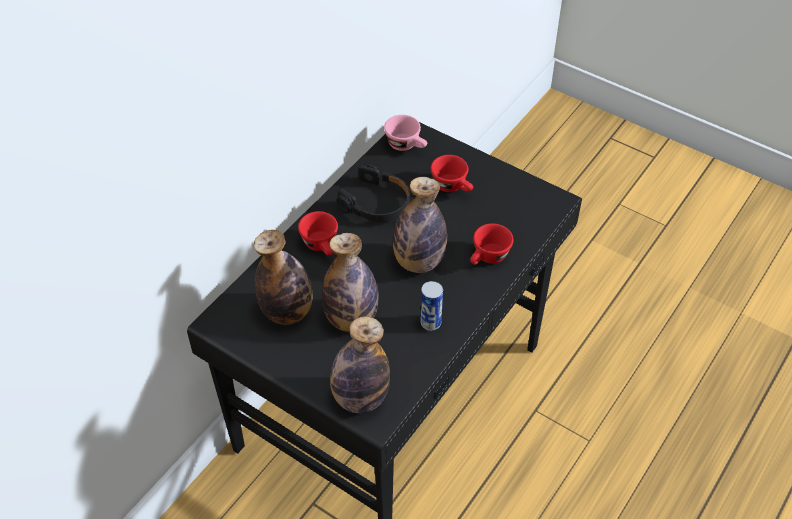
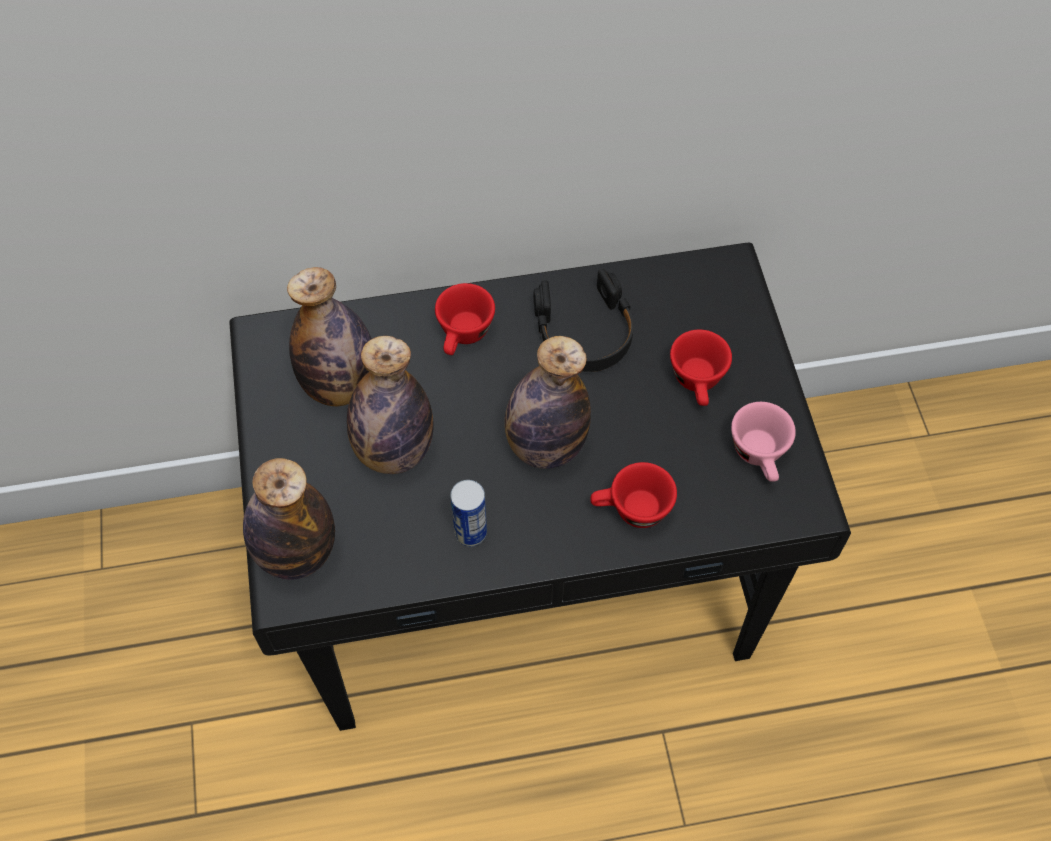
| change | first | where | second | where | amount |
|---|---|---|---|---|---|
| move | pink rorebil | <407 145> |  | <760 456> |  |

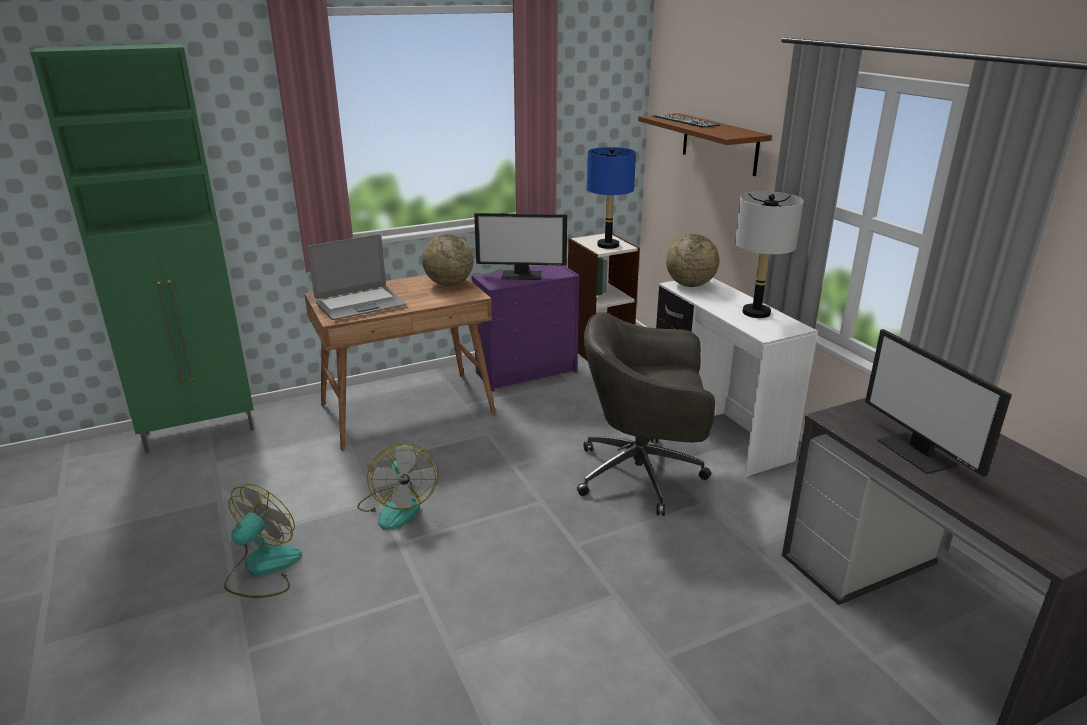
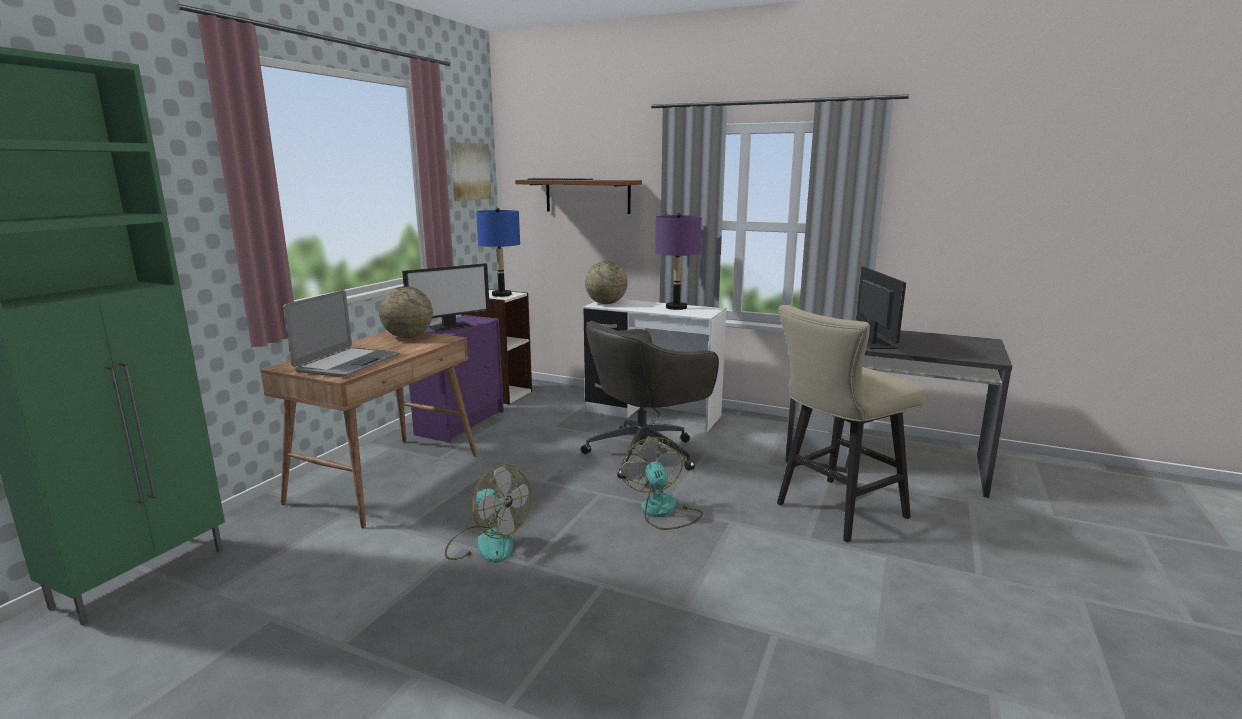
| change | first | where | second | where | amount |
|---|---|---|---|---|---|
| move | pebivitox | <262 569> |  | <663 512> |  |
| recolor | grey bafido | <756 313> | purple bafido | <676 307> |  |
| rotate | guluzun | <918 453> |  | <873 343> | 120 degrees counterclockwise |
| insert |  |  | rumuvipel | <469 171> |  |
| insert |  |  | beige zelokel | <834 512> |  |

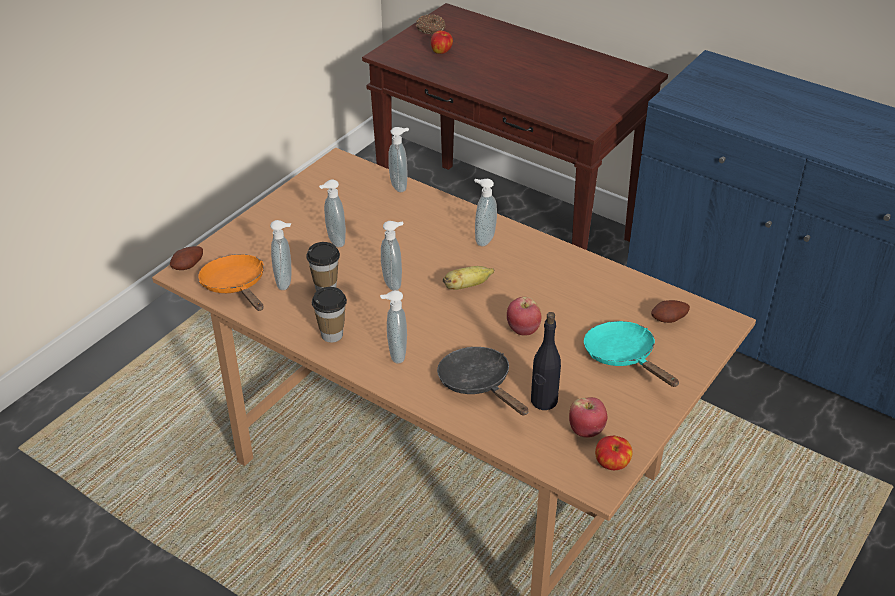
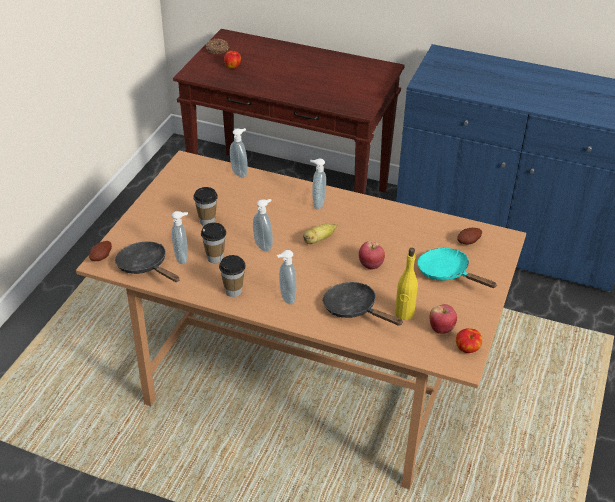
| change | first | where | second | where | amount |
|---|---|---|---|---|---|
| recolor | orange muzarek | <236 286> | black muzarek | <145 267> |  |
| replace | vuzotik | <334 241> | rorebil | <207 221> |  |
| recolor | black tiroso | <543 401> | yellow tiroso | <404 313> |  |

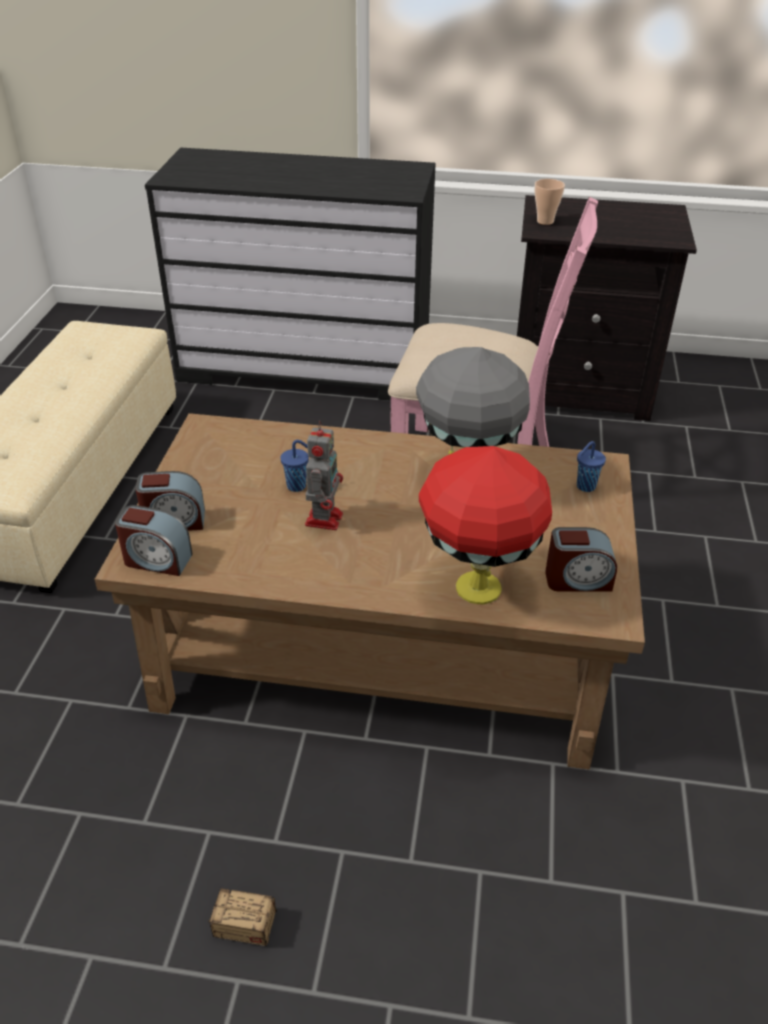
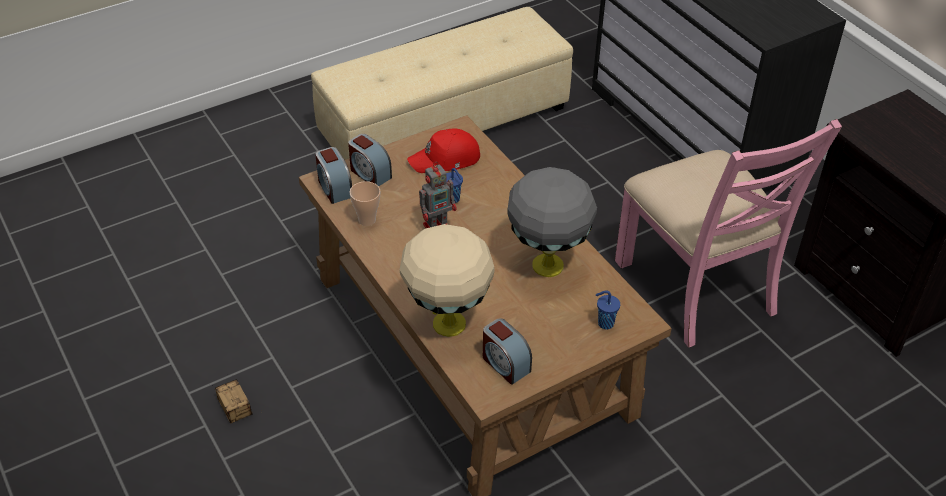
| change | first | where | second | where | amount |
|---|---|---|---|---|---|
| recolor | red bafido | <476 589> | beige bafido | <447 324> |  |
| move | rorebil | <545 221> |  | <367 220> |  |
| insert |  |  | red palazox | <446 159> |  |

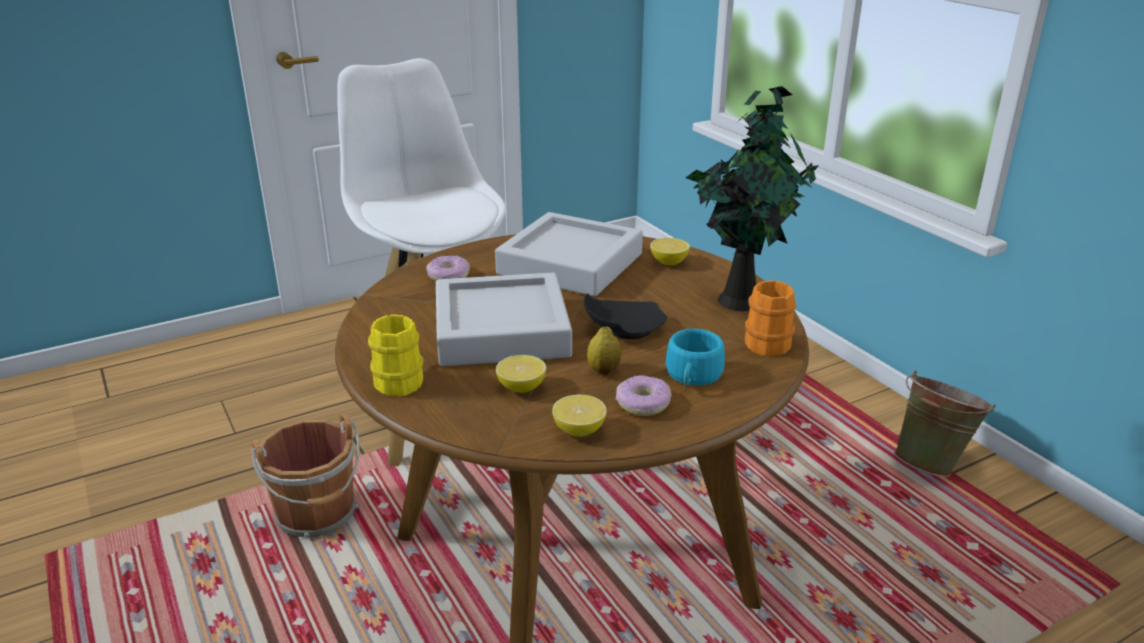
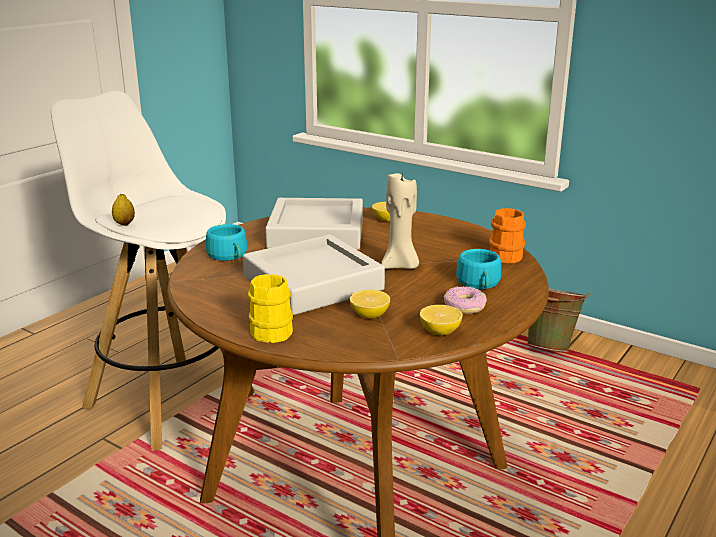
| change | first | where | second | where | amount |
|---|---|---|---|---|---|
| delete | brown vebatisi | <318 516> |  |  |  |
| replace | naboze | <448 276> | turquoise rorebil | <229 256> |  |
| replace | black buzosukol | <622 329> | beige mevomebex | <400 266> |  |
| move | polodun | <603 370> |  | <124 224> |  |
| delete | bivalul | <740 299> |  |  |  |

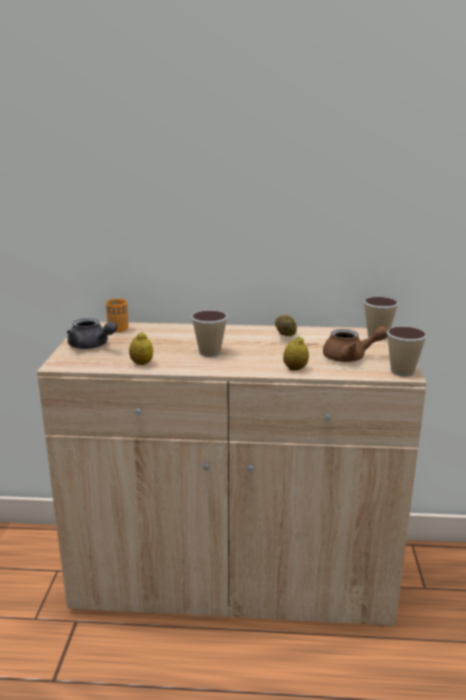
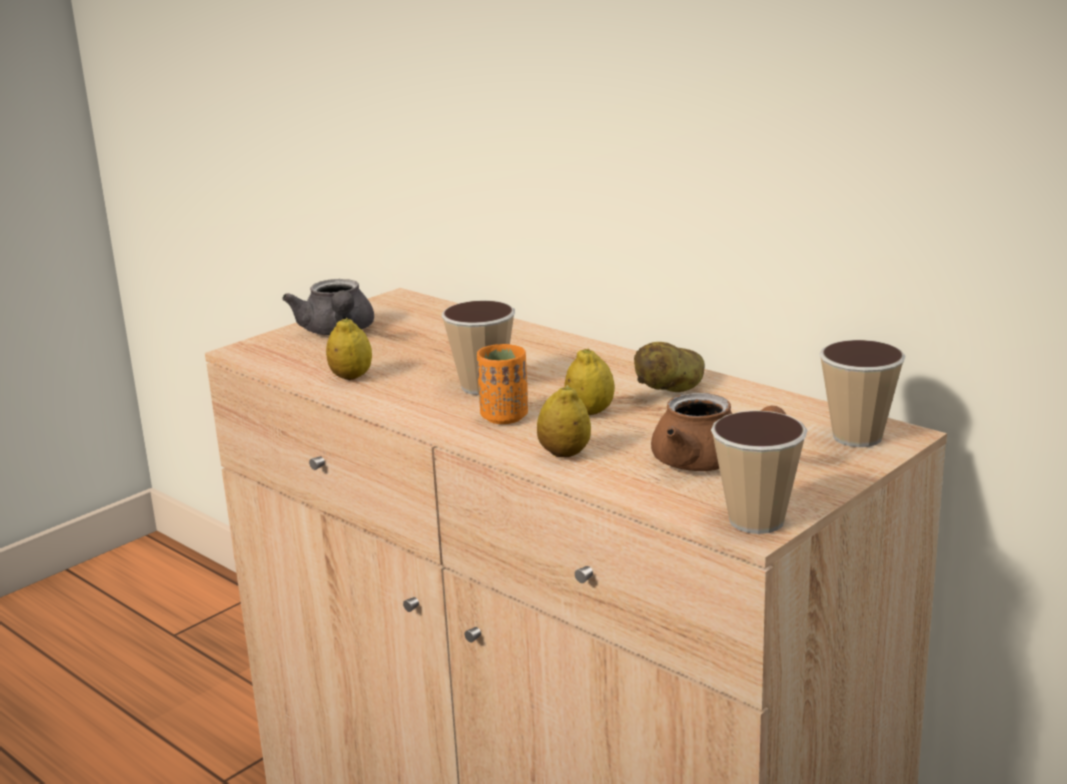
| change | first | where | second | where | amount |
|---|---|---|---|---|---|
| move | orange rorebil | <118 329> |  | <504 417> |  |
| insert |  |  | polodun | <590 412> |  |

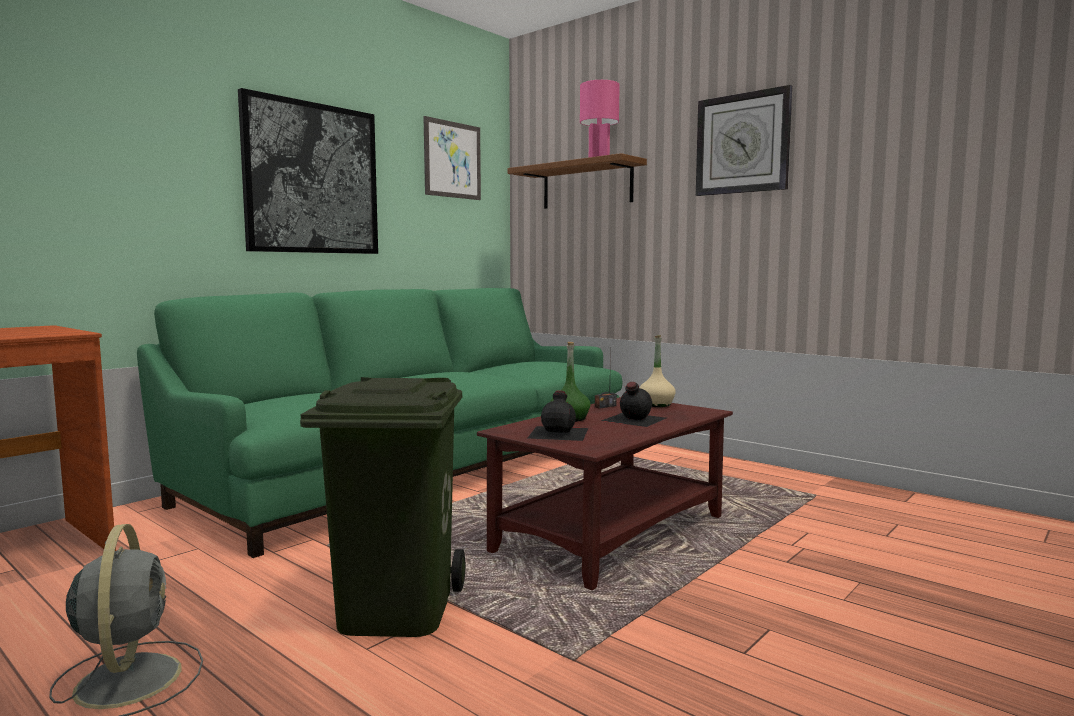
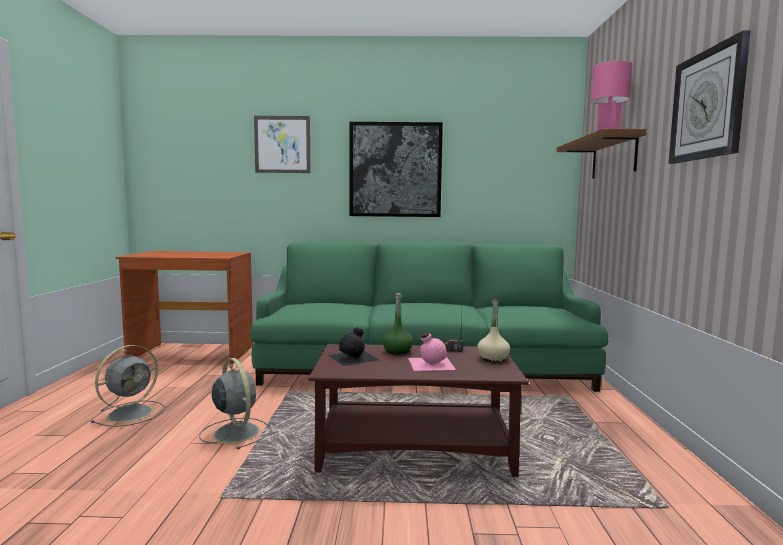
| change | first | where | second | where | amount |
|---|---|---|---|---|---|
| replace | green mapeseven | <393 609> | grey pebivitox | <235 432> |  |
| move | rumuvipel | <452 160> |  | <282 144> |  |
| recolor | black tiroso | <633 419> | pink tiroso | <430 363> |  |

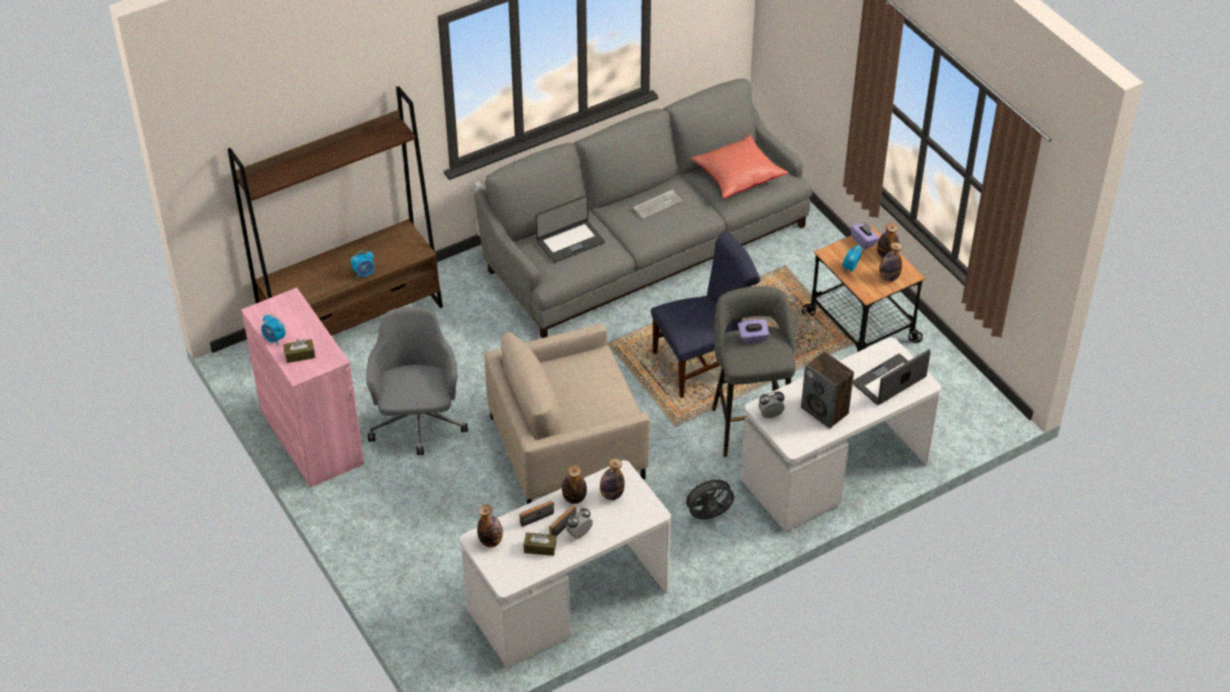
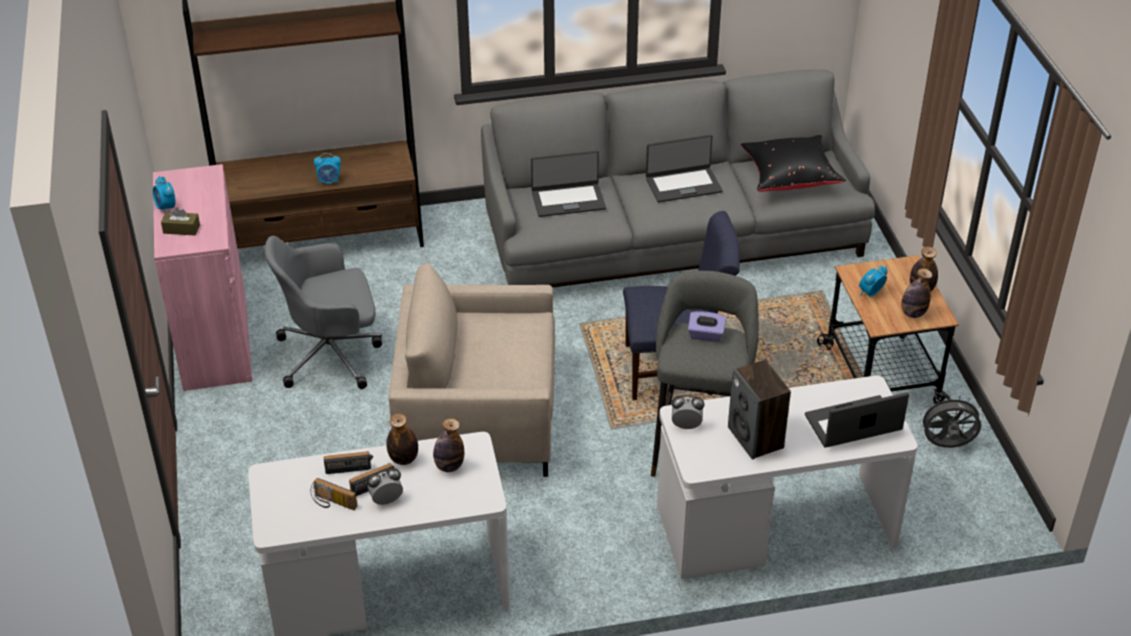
| change | first | where | second | where | amount |
|---|---|---|---|---|---|
| rotate | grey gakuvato | <418 423> |  | <332 354> | 120 degrees counterclockwise |
| delete | tiroso | <491 541> |  |  |  |
| replace | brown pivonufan | <540 548> | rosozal | <332 503> |  |
| replace | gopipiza | <657 205> | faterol | <683 184> |  |
| move | grey pebivitox | <709 516> |  | <946 446> |  |
| recolor | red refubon | <737 177> | black refubon | <789 177> |  |
| delete | purple pivonufan | <864 241> |  |  |  |

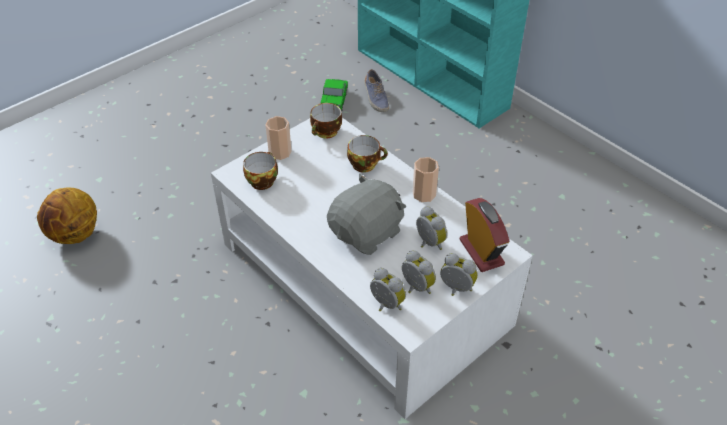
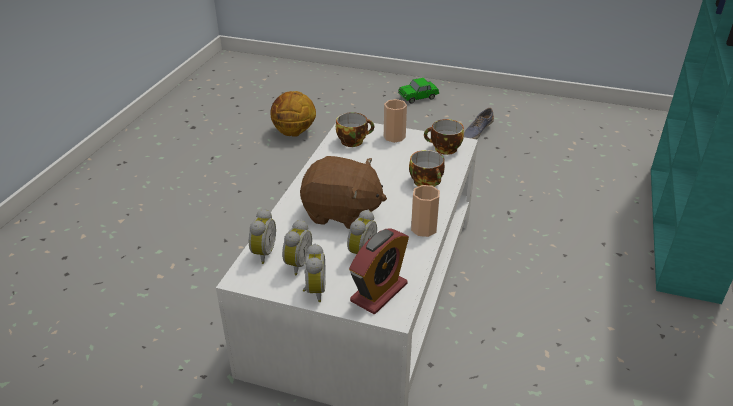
| change | first | where | second | where | amount |
|---|---|---|---|---|---|
| move | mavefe | <334 101> |  | <418 97> |  |
| recolor | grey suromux | <367 233> | brown suromux | <341 213> |  |
| move | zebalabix | <375 98> |  | <476 132> |  |

